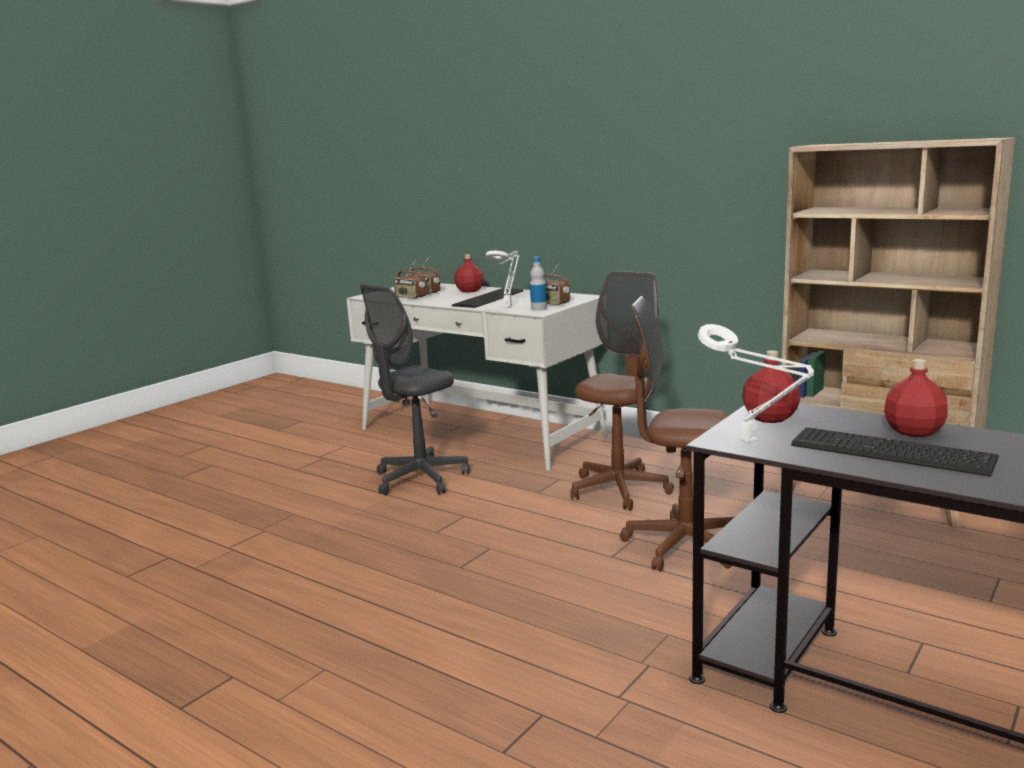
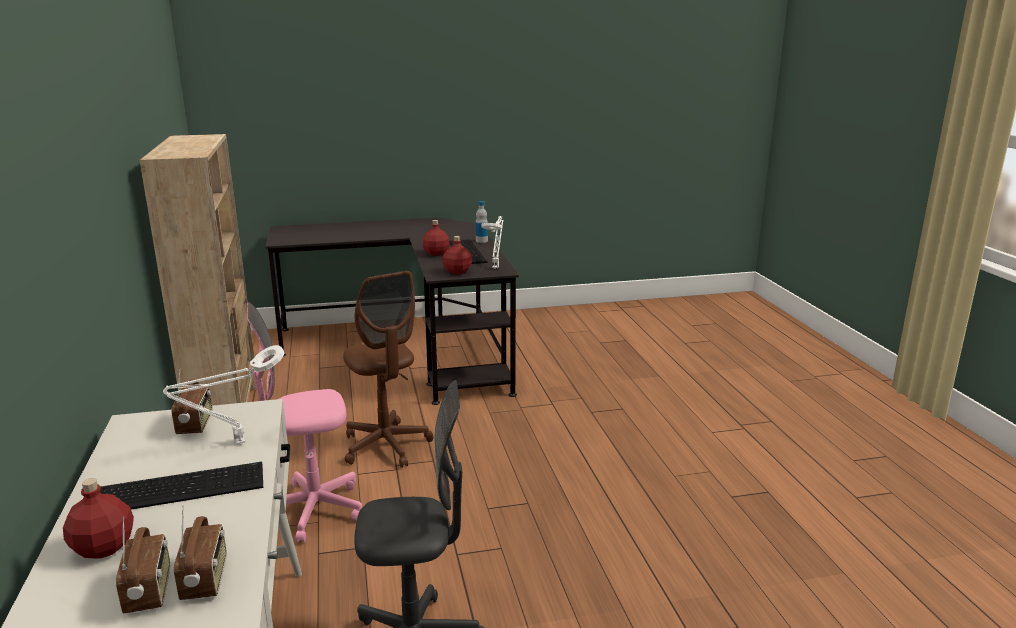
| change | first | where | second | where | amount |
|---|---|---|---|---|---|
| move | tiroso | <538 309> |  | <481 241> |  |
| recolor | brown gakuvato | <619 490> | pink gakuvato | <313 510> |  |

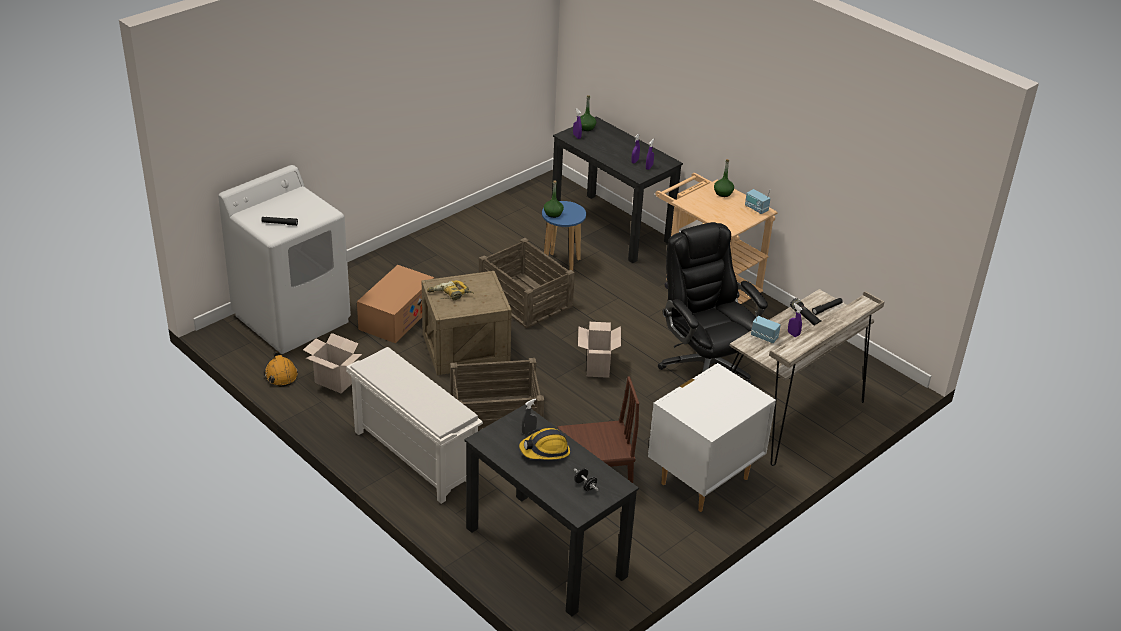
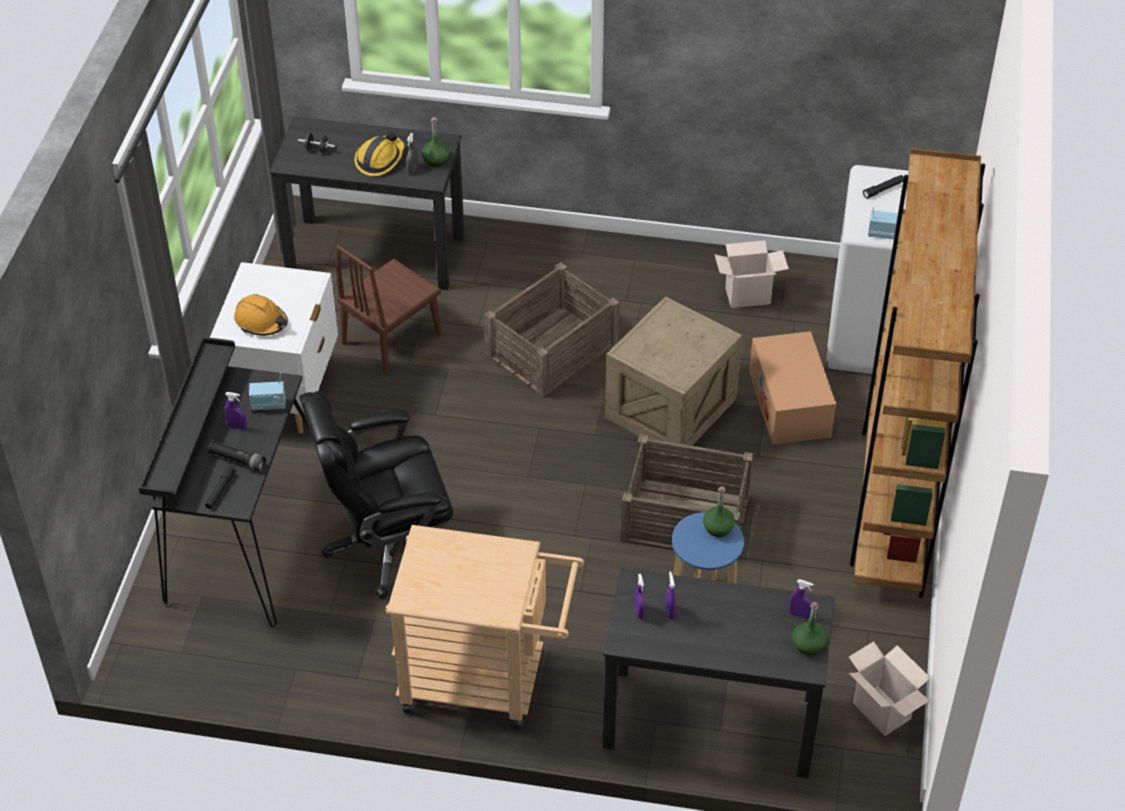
| change | first | where | second | where | amount |
|---|---|---|---|---|---|
| move | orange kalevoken | <281 374> |  | <261 321> |  |
| delete | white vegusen | <413 456> |  |  |  |
| delete | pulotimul | <450 295> |  |  |  |
| move | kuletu | <596 366> |  | <884 711> |  |
| rotate | black gakuvato | <705 366> |  | <388 545> | 135 degrees clockwise |
| move | green tiroso | <723 193> |  | <436 160> |  |
| recolor | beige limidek | <789 414> | black limidek | <244 533> |  |
| move | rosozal | <756 209> |  | <884 234> |  |
| insert |  |  | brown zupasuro | <893 502> |  |

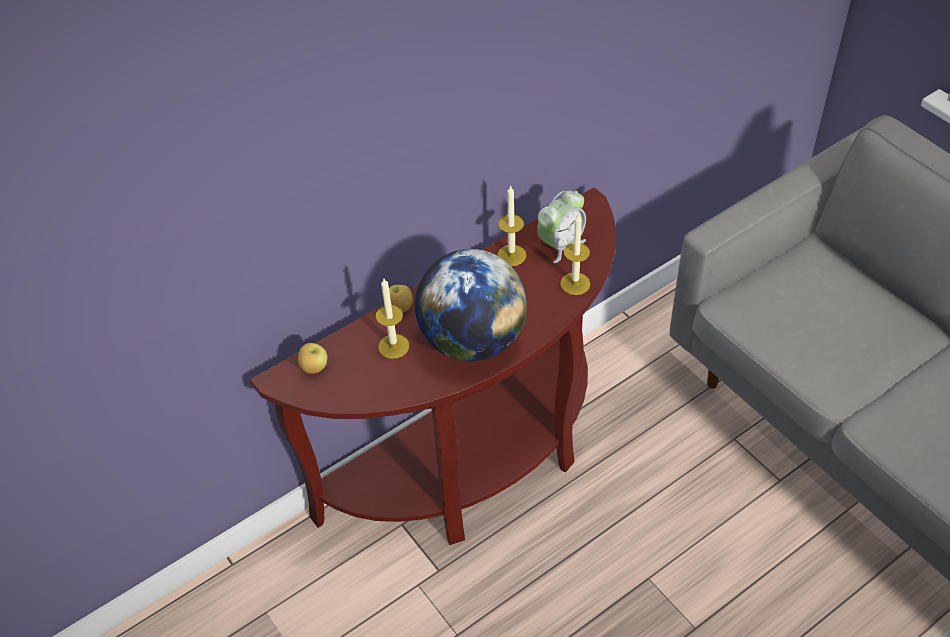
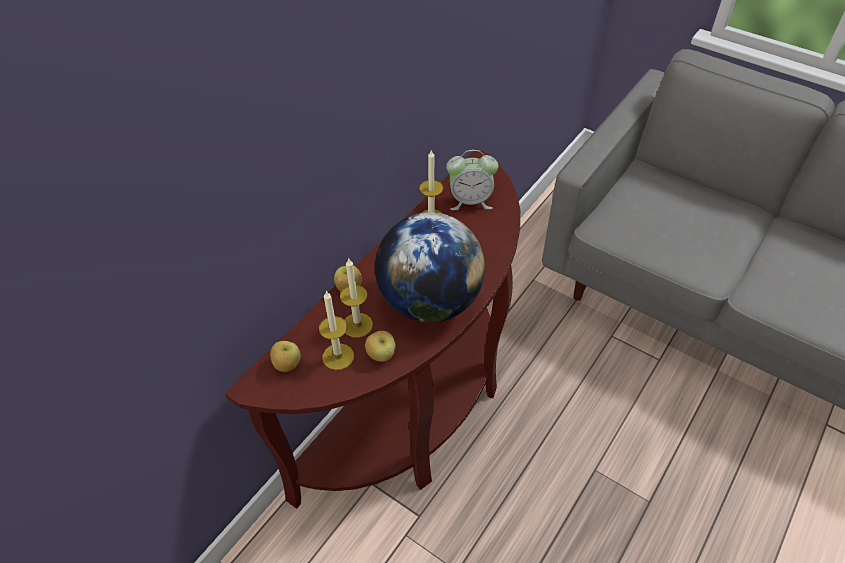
| change | first | where | second | where | amount |
|---|---|---|---|---|---|
| rotate | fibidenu | <561 245> |  | <470 201> | 60 degrees clockwise |
| move | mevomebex | <575 283> |  | <338 356> |  |
| insert |  |  | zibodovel | <381 355> |  |

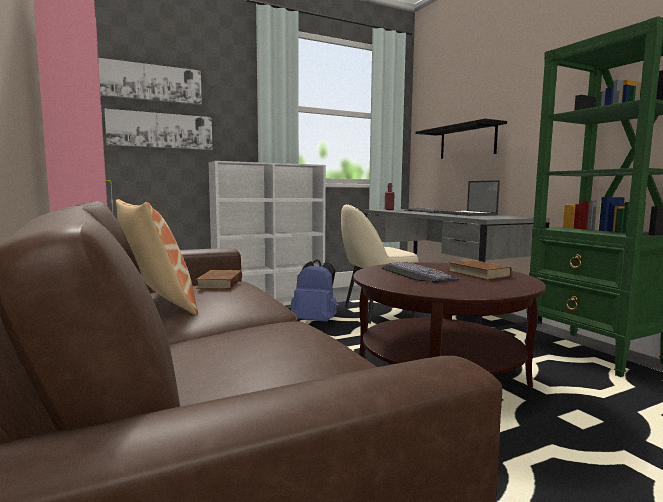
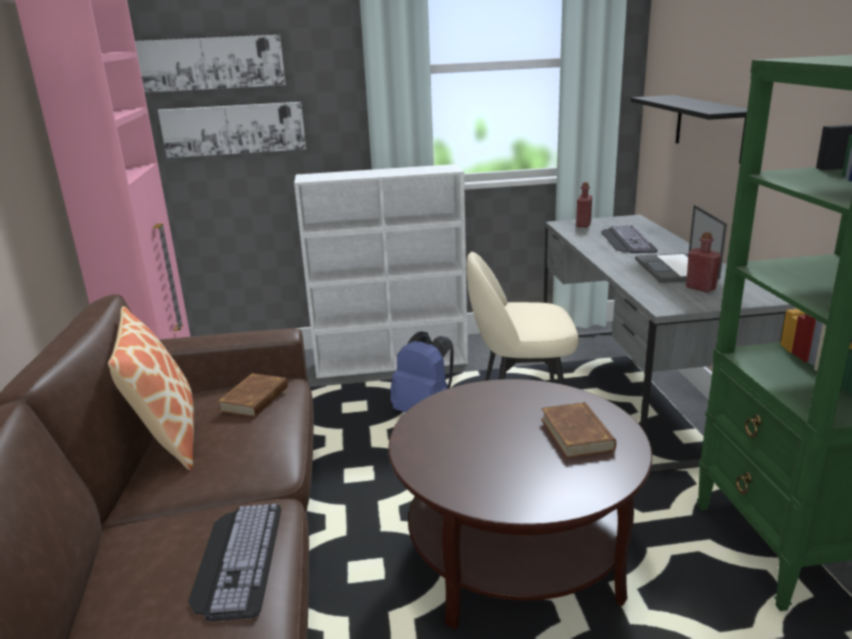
| change | first | where | second | where | amount |
|---|---|---|---|---|---|
| move | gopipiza | <413 273> |  | <236 558> |  |
| insert |  |  | red tiroso | <700 288> |  |

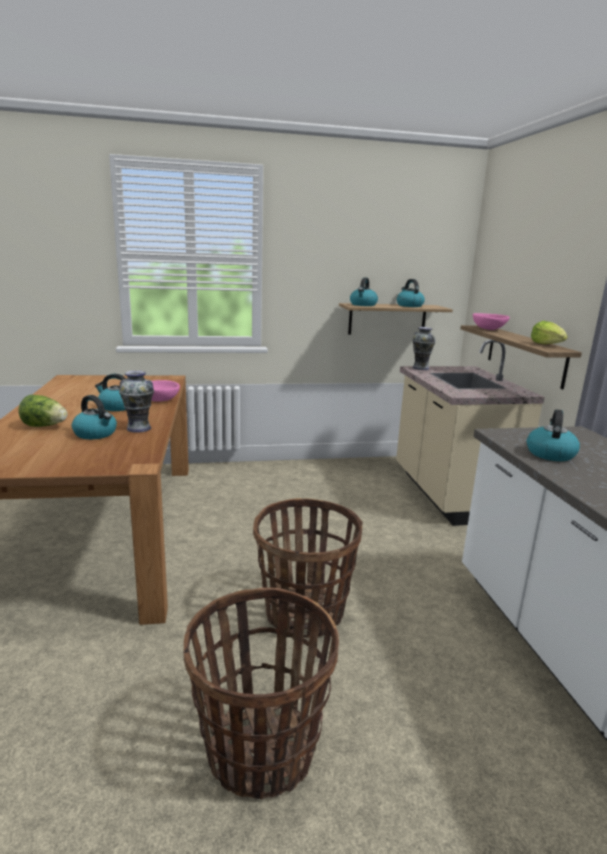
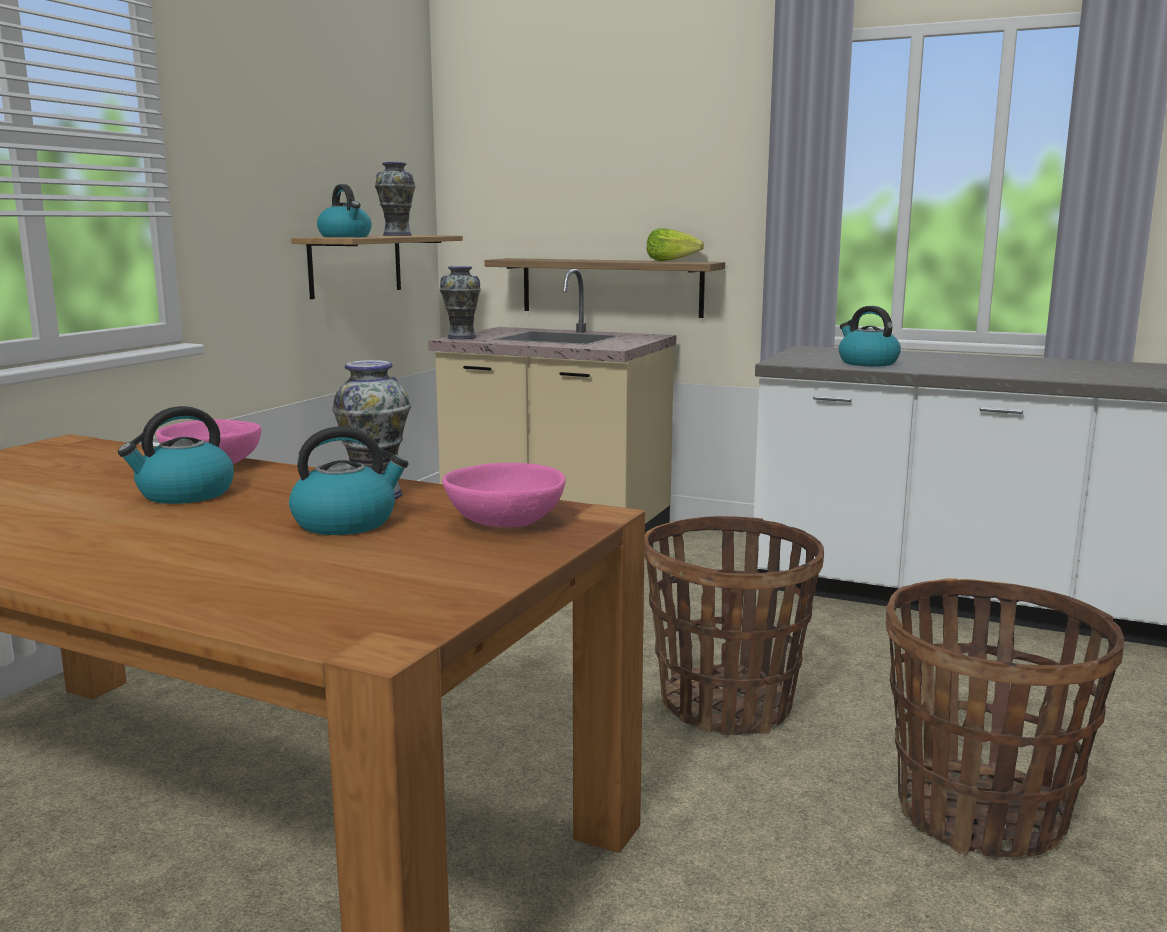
| change | first | where | second | where | amount |
|---|---|---|---|---|---|
| delete | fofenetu | <45 426> |  |  |  |
| replace | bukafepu | <409 305> | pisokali | <397 235> |  |
| move | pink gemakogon | <489 329> |  | <506 523> |  |

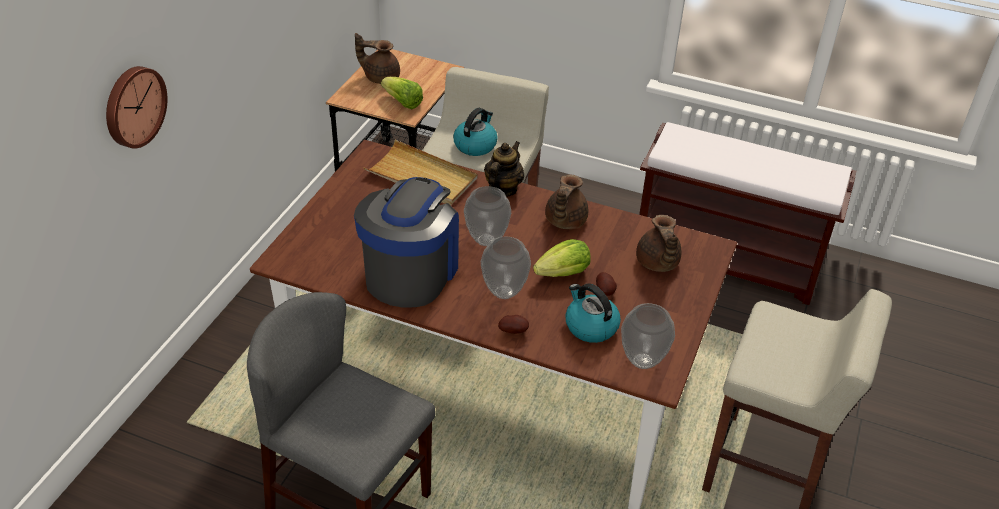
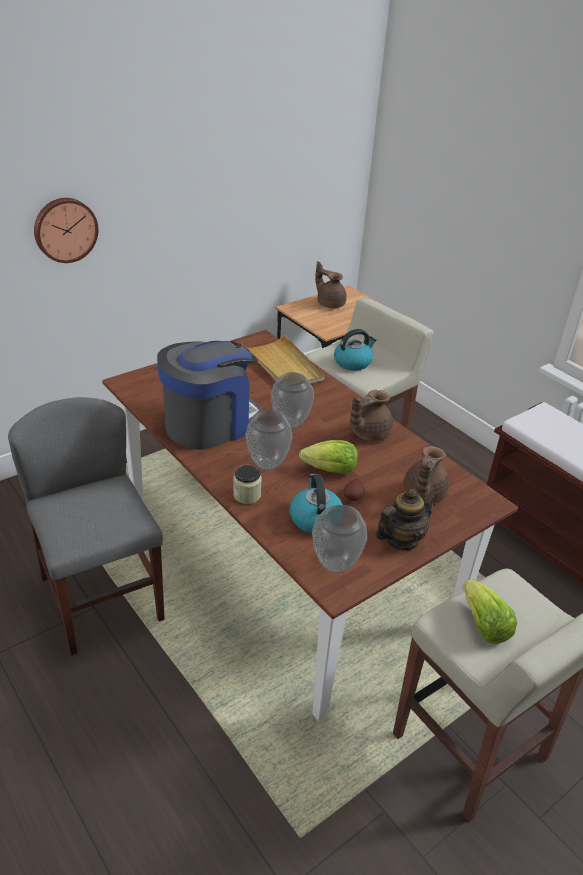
| change | first | where | second | where | amount |
|---|---|---|---|---|---|
| move | fofenetu | <402 102> |  | <483 624> |  |
| move | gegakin | <502 189> |  | <401 539> |  |
| replace | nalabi | <513 331> | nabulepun | <247 495> |  |

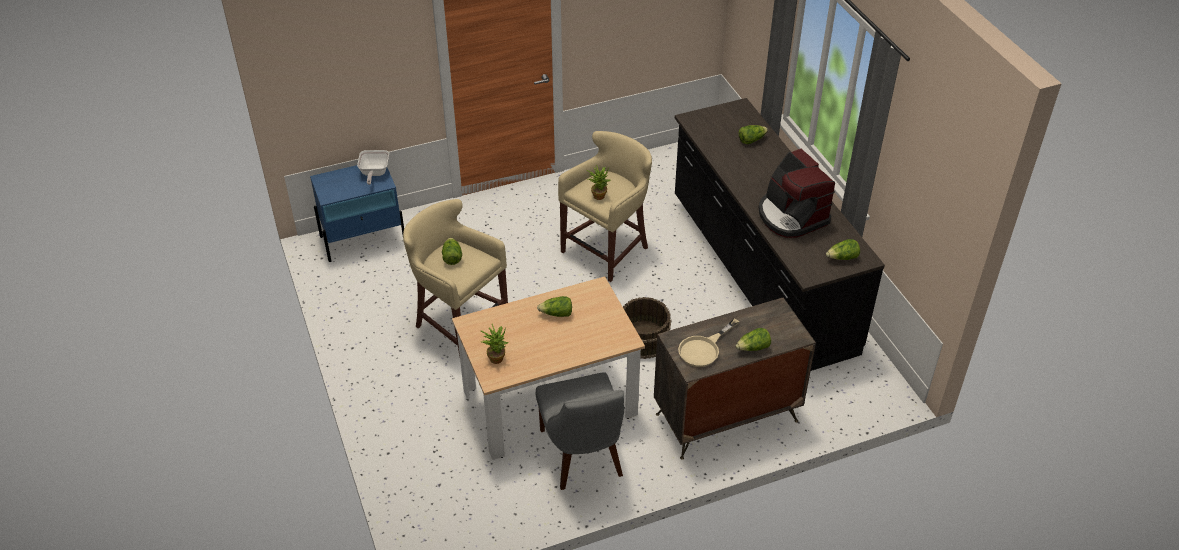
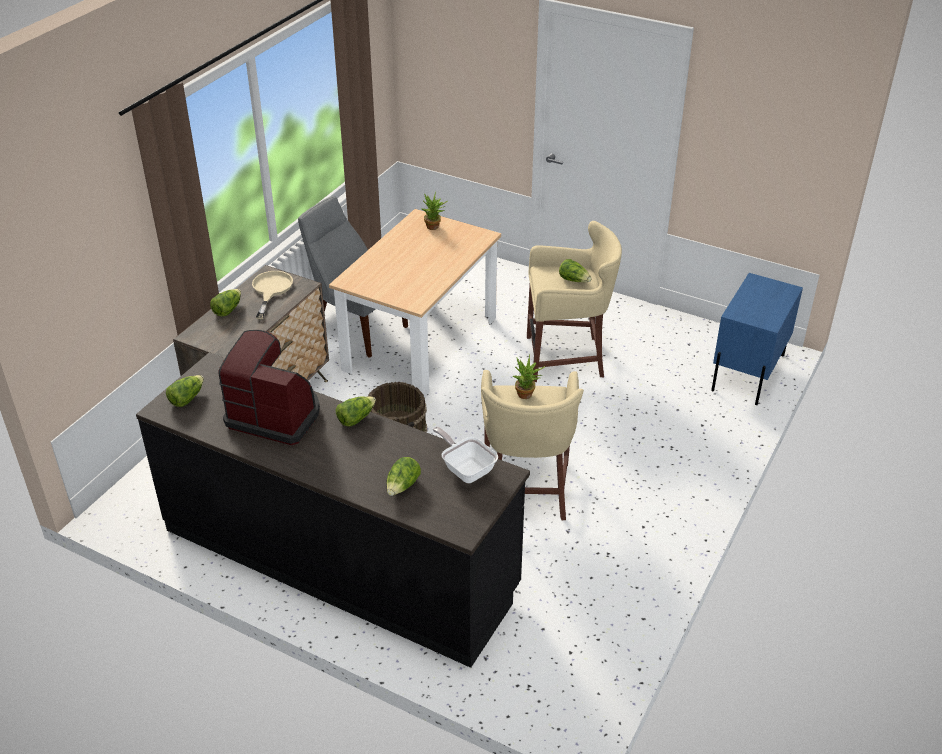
| change | first | where | second | where | amount |
|---|---|---|---|---|---|
| move | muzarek | <374 173> |  | <466 469> |  |
| move | fofenetu | <557 314> |  | <356 418> |  |

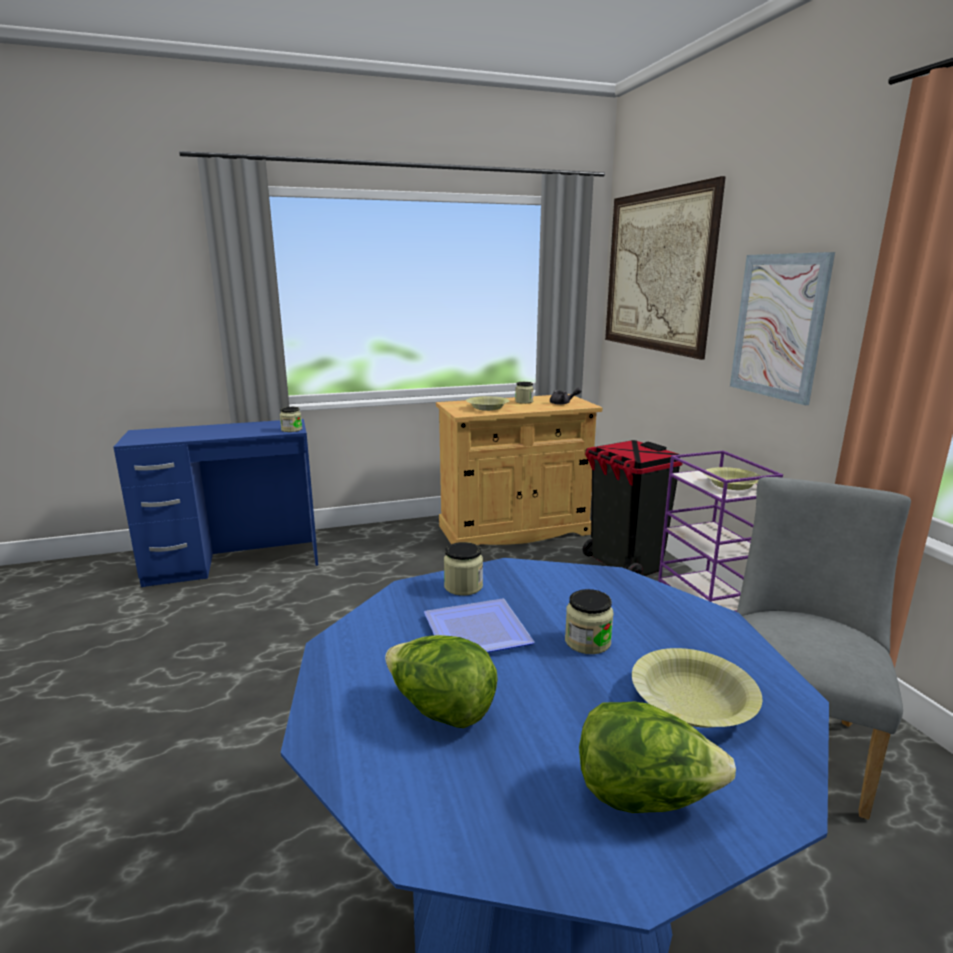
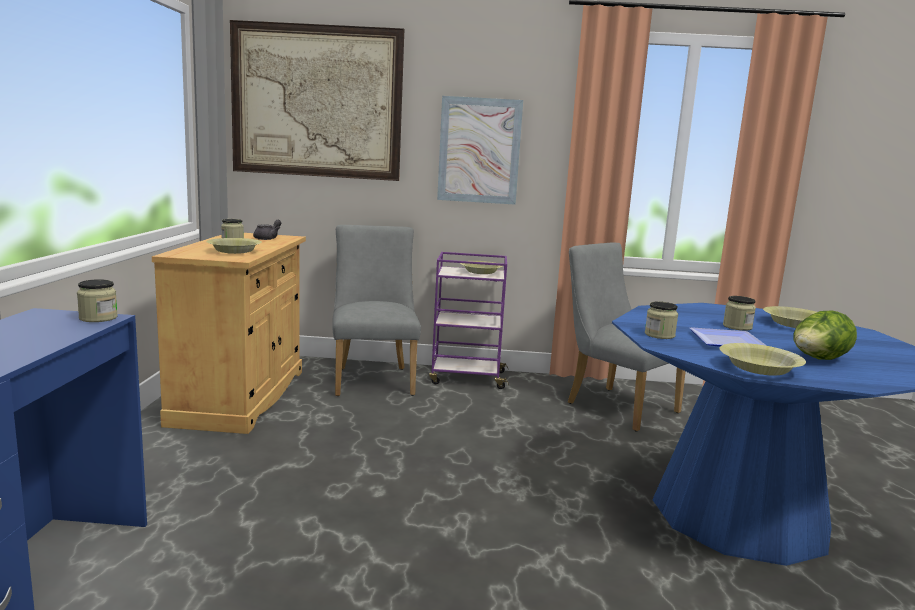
| change | first | where | second | where | amount |
|---|---|---|---|---|---|
| delete | fofenetu | <644 796> |  |  |  |
| replace | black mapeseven | <624 564> | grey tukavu | <373 379> |  |
| insert |  |  | yellow gemakogon | <759 369> |  |

